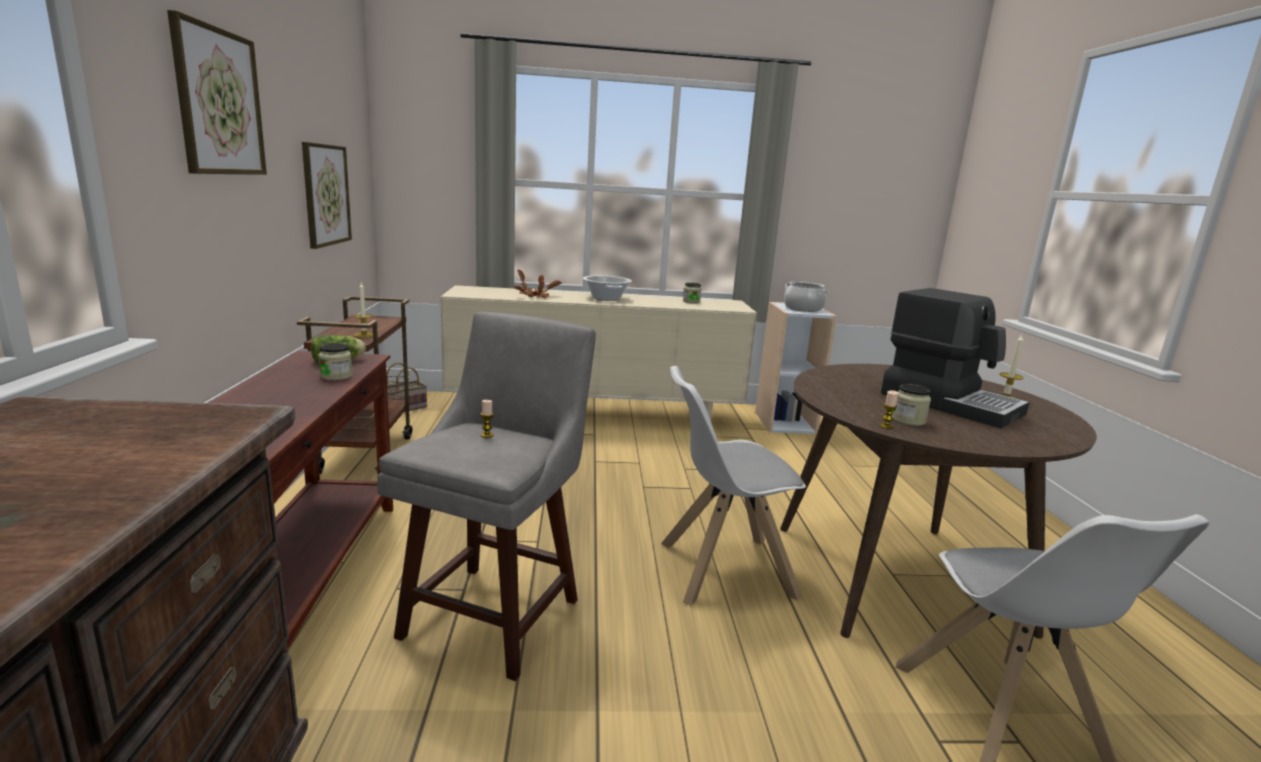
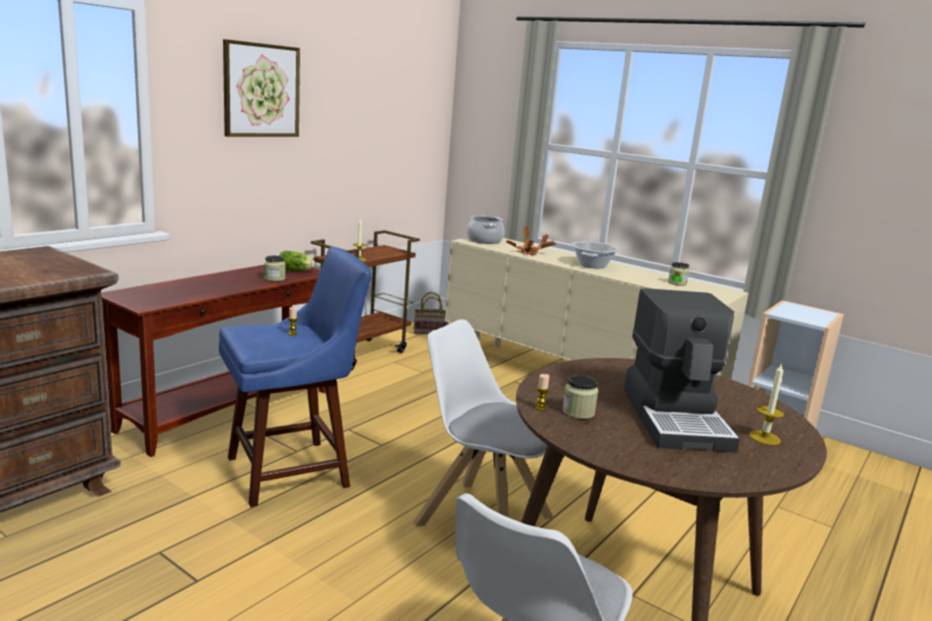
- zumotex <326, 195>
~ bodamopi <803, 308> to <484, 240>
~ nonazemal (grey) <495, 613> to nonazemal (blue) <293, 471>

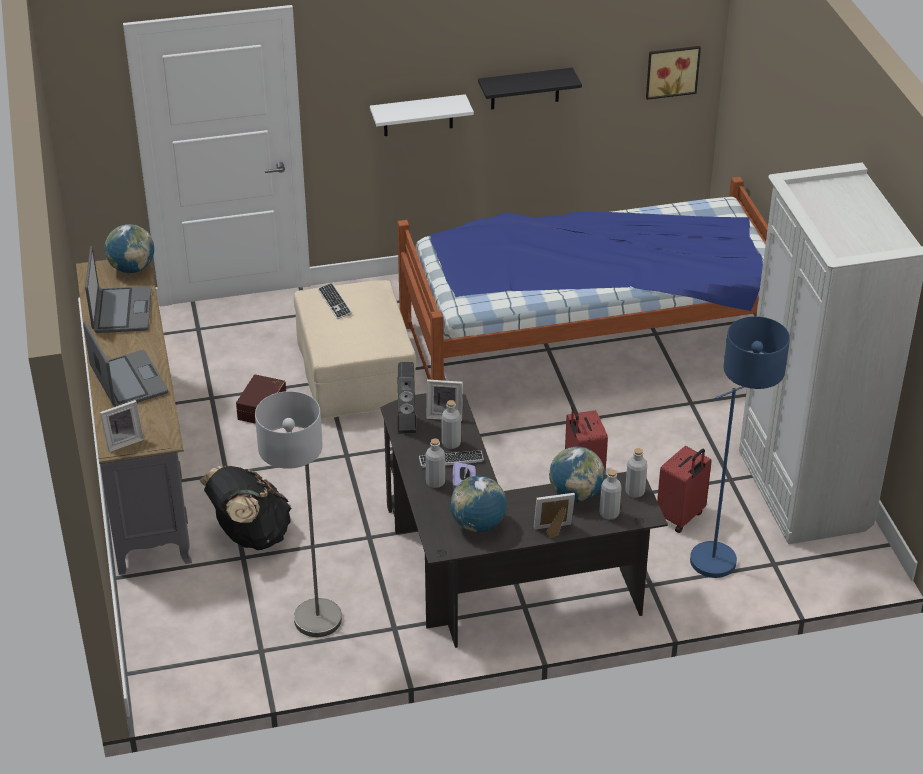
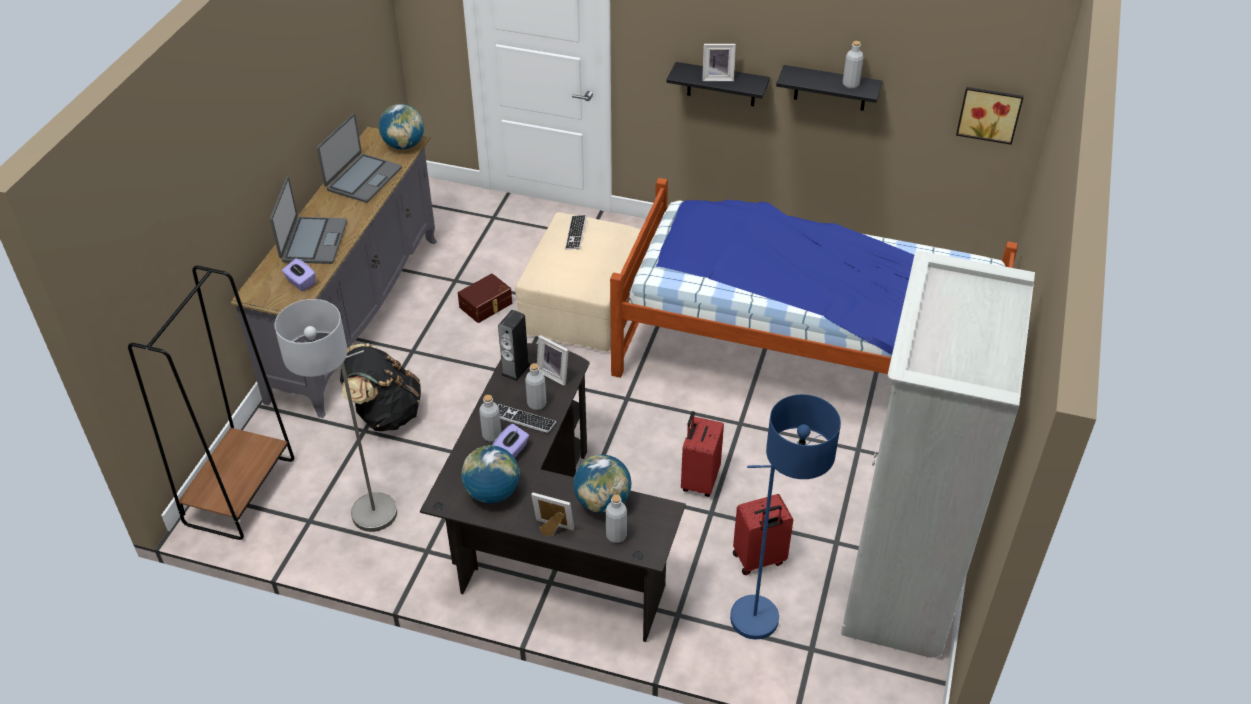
~ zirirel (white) <418, 115> to zirirel (black) <721, 84>
~ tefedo <123, 441> to <717, 77>
~ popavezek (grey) <635, 492> to <850, 84>
+ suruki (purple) <300, 282>
+ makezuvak <240, 493>

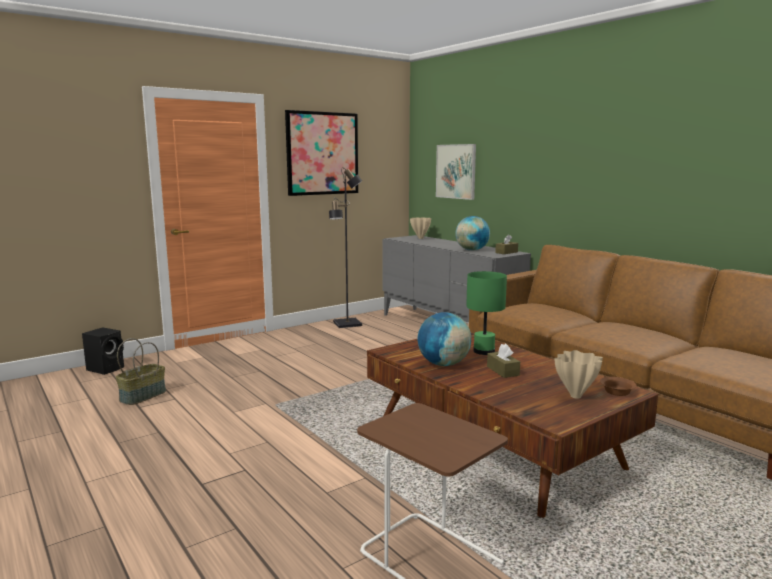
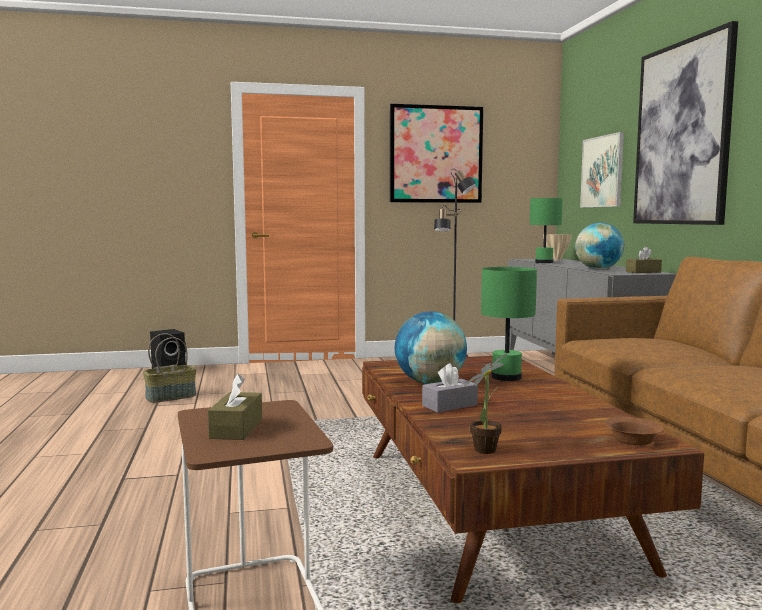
~ suruki (brown) <502, 371> to <236, 428>
- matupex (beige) <576, 396>
+ zumotex <682, 134>
+ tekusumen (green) <544, 262>
+ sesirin <488, 449>
+ suruki (grey) <449, 405>

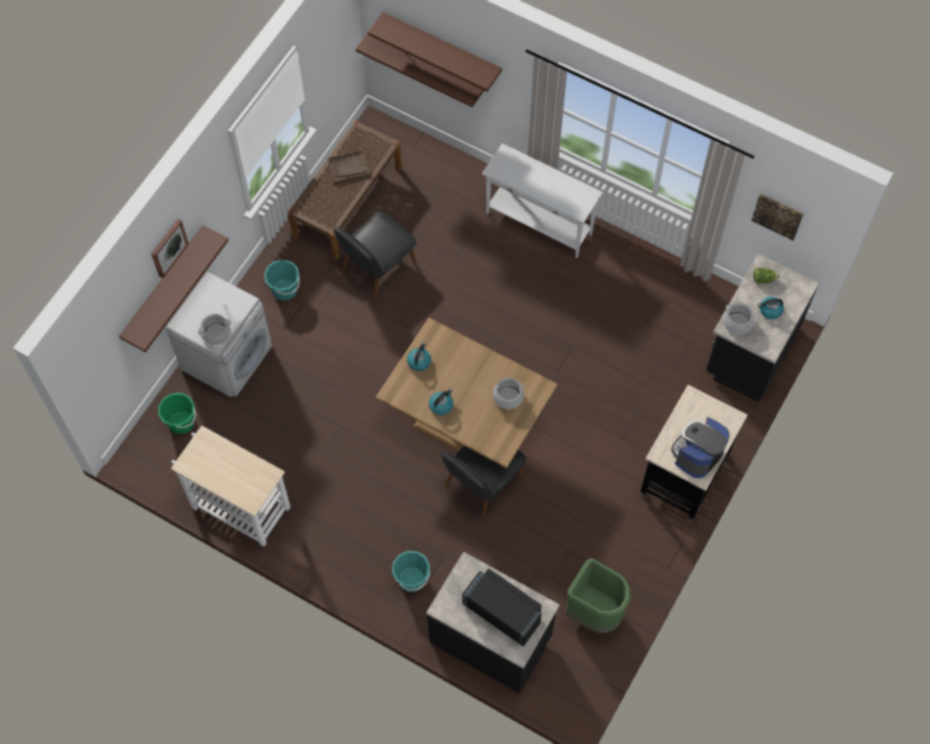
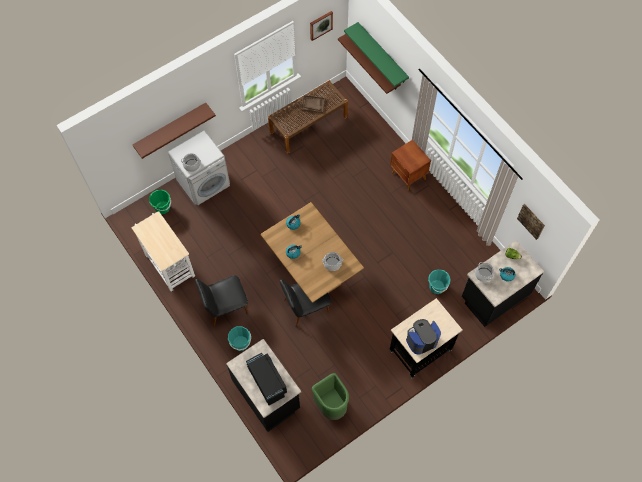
~ zirirel (brown) <442, 47> to zirirel (green) <382, 53>
~ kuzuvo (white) <540, 223> to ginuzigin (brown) <408, 176>
~ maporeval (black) <378, 266> to <225, 306>
~ zumotex <168, 247> to <320, 25>
~ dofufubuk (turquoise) <285, 290> to <437, 287>

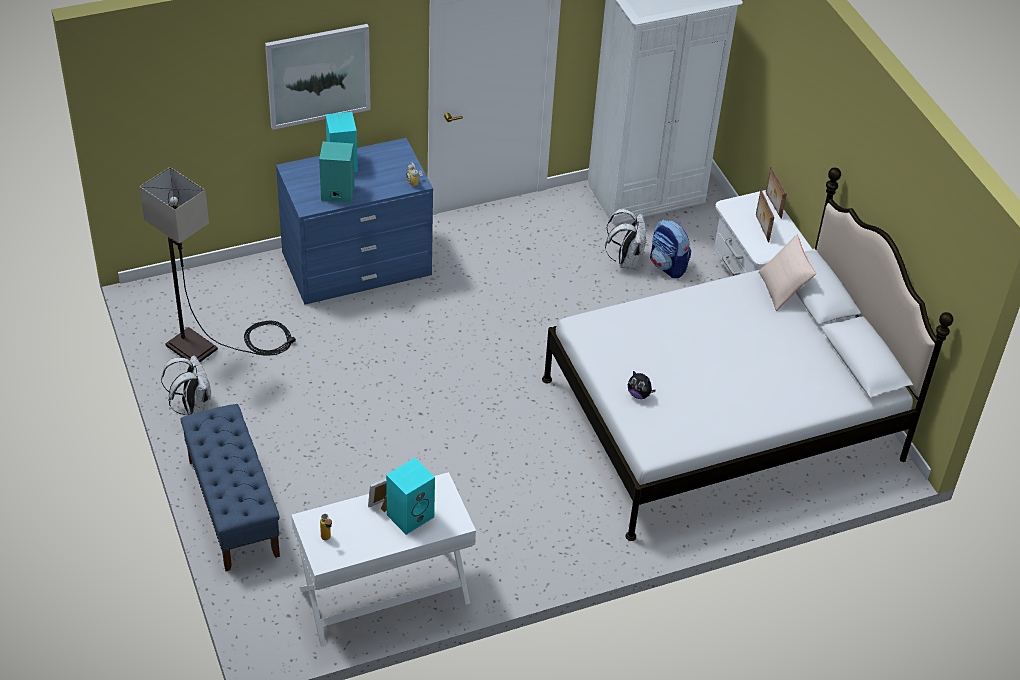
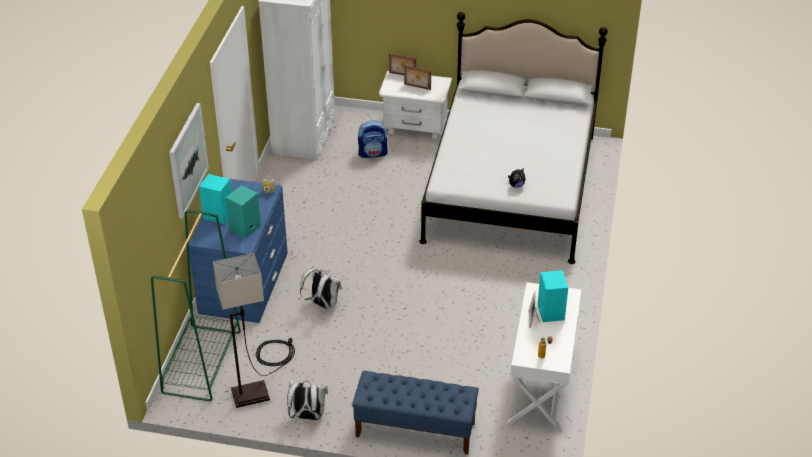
~ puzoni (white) <626, 260> to <322, 304>
- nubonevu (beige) <783, 289>
+ makezuvak (green) <201, 363>

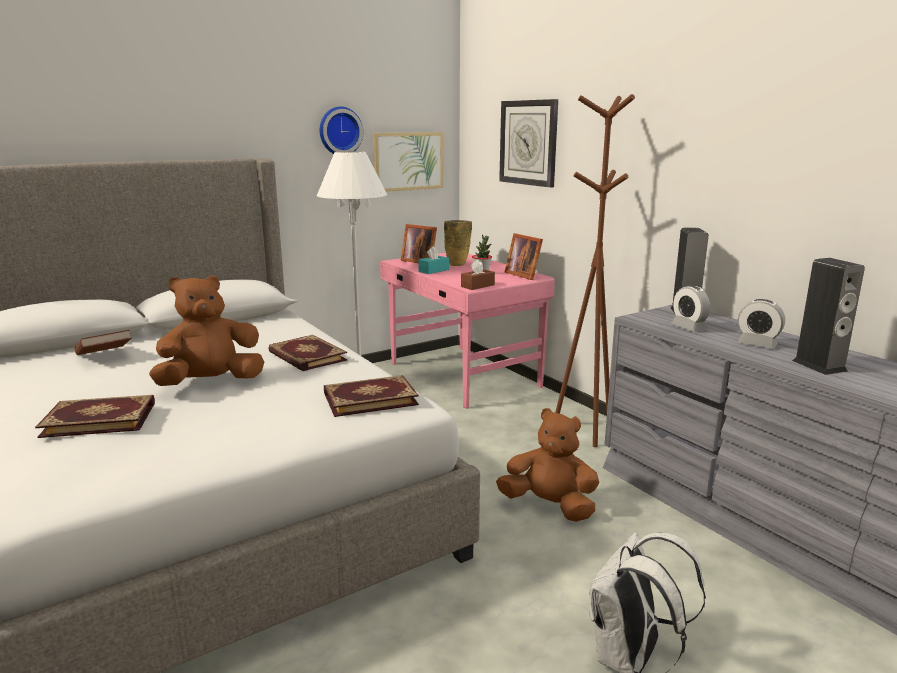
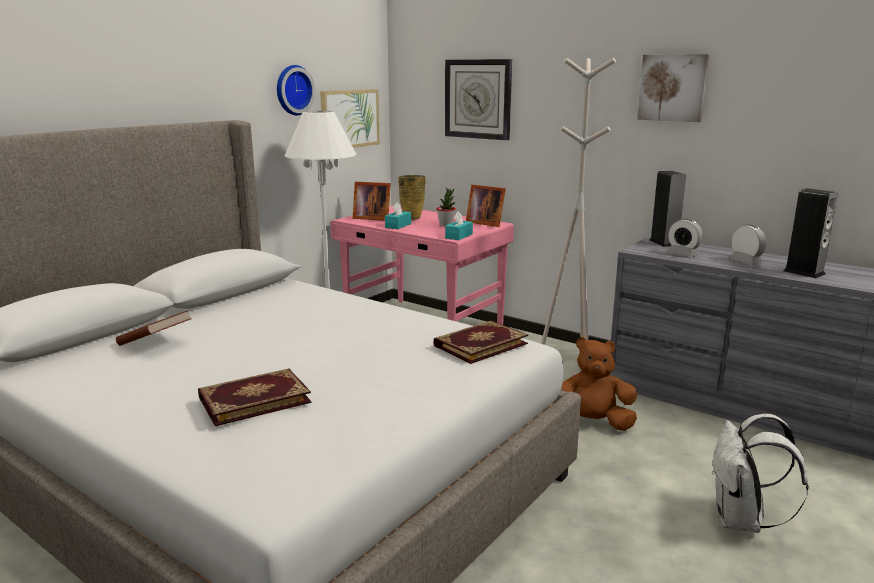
~ makezuvak (brown) <586, 431> to makezuvak (grey) <570, 358>
~ suruki (brown) <477, 286> to suruki (turquoise) <459, 236>
- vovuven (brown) <211, 382>
~ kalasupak <757, 344> = <745, 261> 135 degrees counterclockwise
- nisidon <306, 356>
+ zumotex <673, 88>

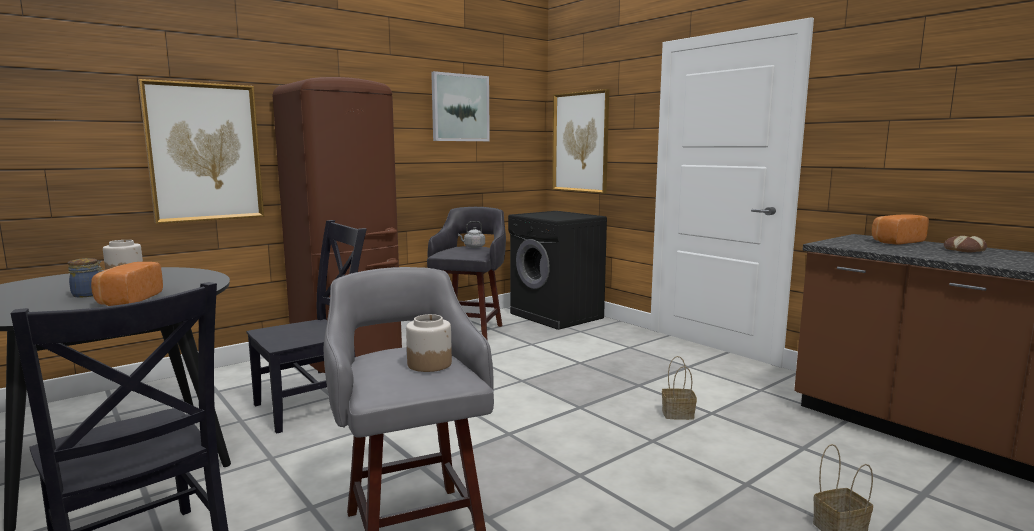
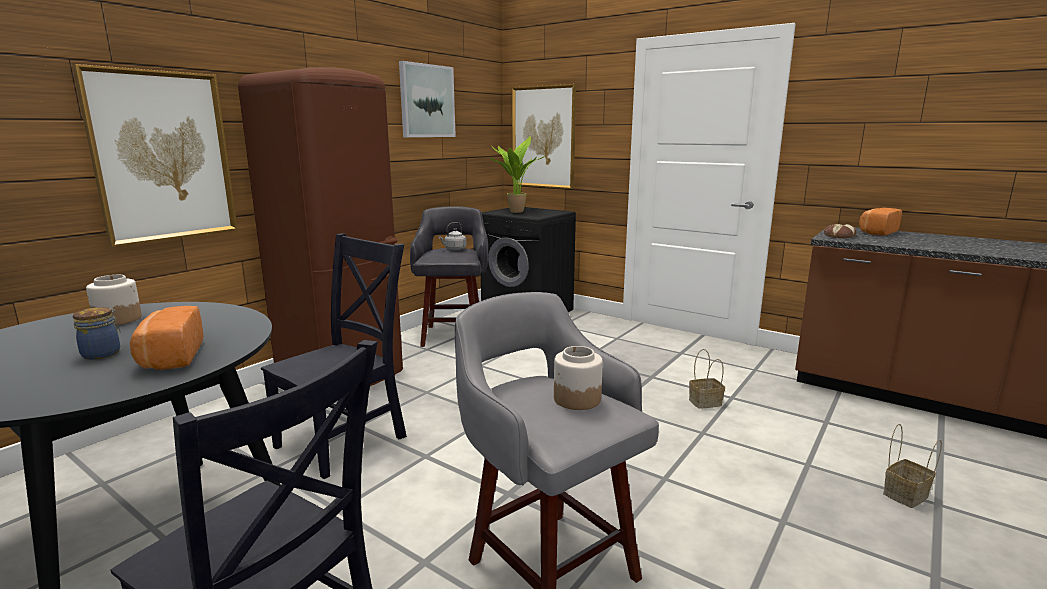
~ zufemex <963, 250> to <838, 236>
+ sesirin <515, 212>

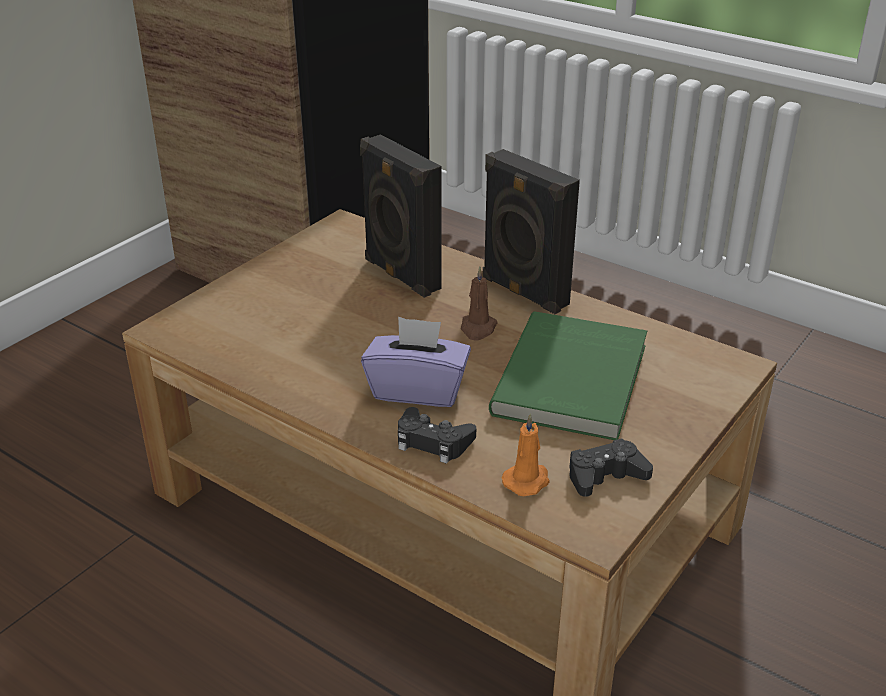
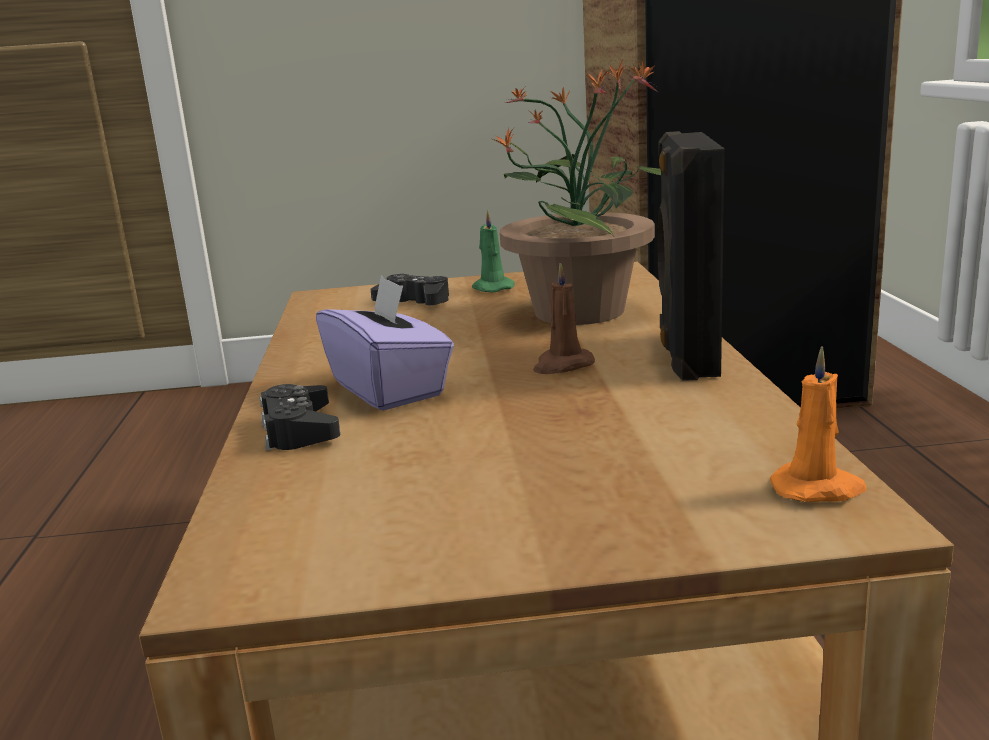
~ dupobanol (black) <400, 275> to sesirin <581, 311>
- nisidon (green) <574, 380>
~ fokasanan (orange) <527, 480> to <818, 489>
~ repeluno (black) <605, 475> to <414, 301>
+ fokasanan (green) <491, 288>

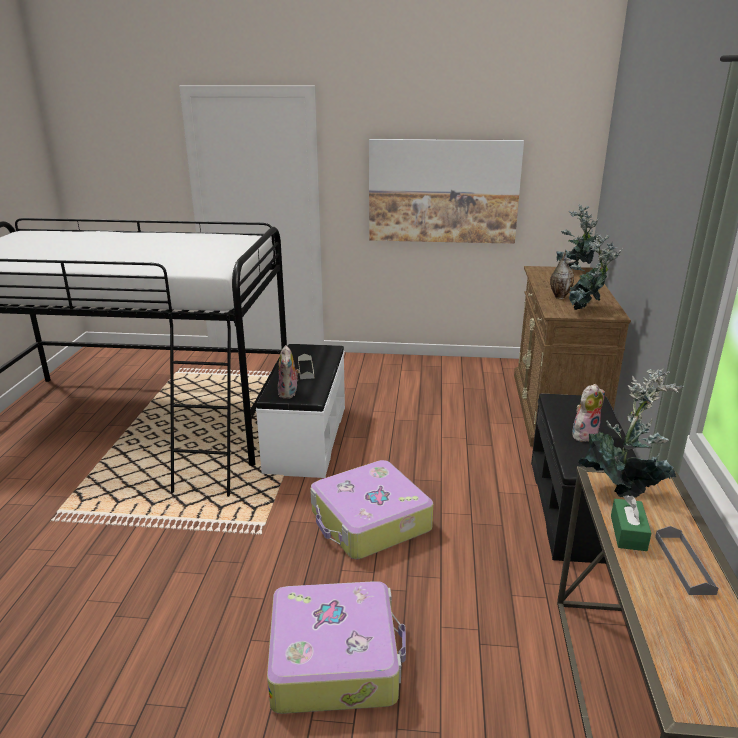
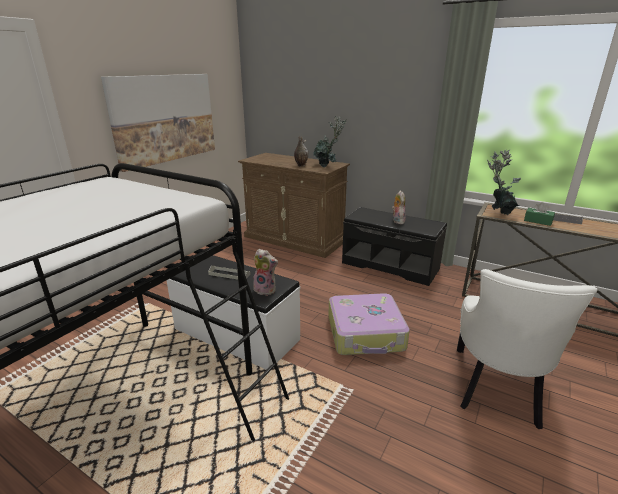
- sesirin <574, 271>
~ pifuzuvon <335, 658> to maporeval (white) <496, 384>

